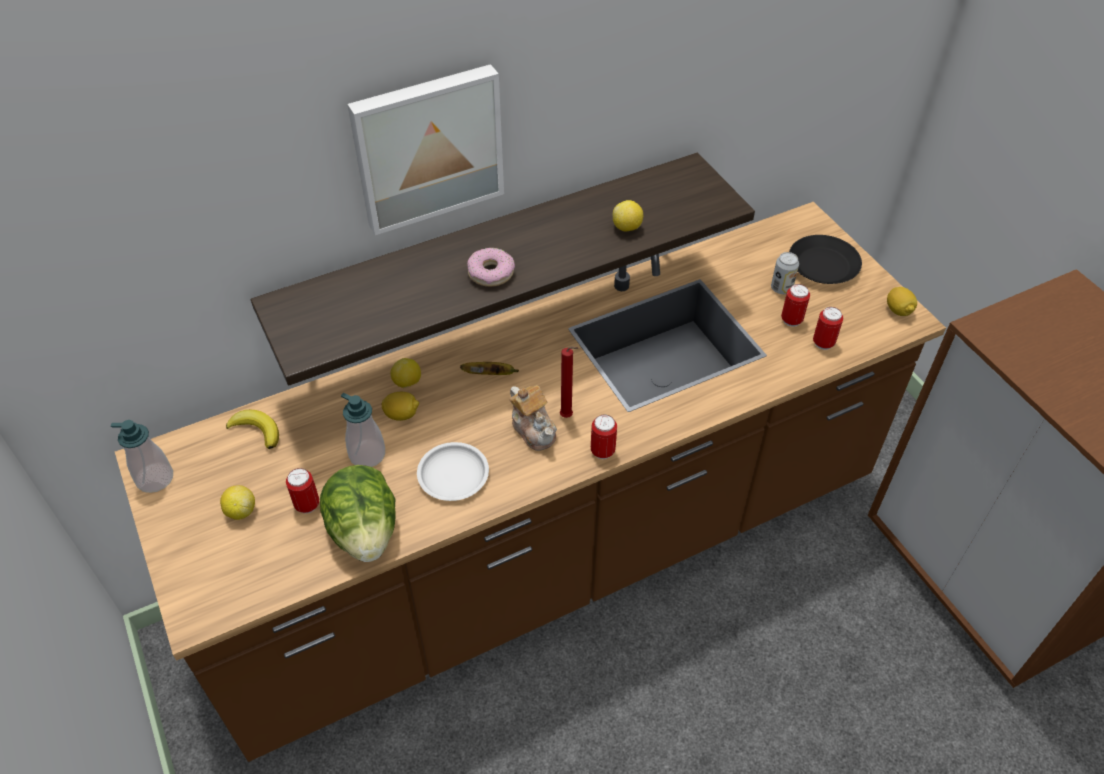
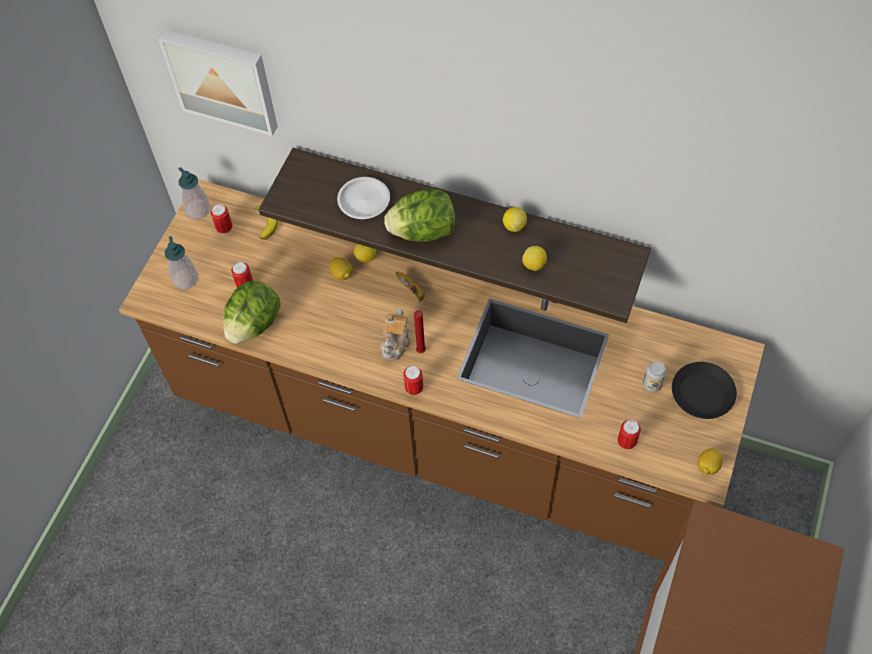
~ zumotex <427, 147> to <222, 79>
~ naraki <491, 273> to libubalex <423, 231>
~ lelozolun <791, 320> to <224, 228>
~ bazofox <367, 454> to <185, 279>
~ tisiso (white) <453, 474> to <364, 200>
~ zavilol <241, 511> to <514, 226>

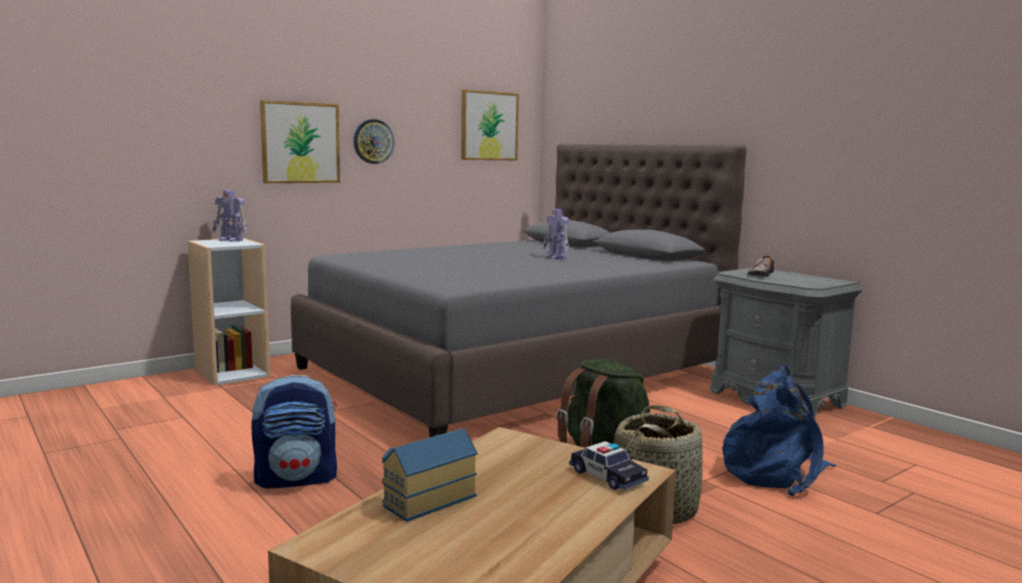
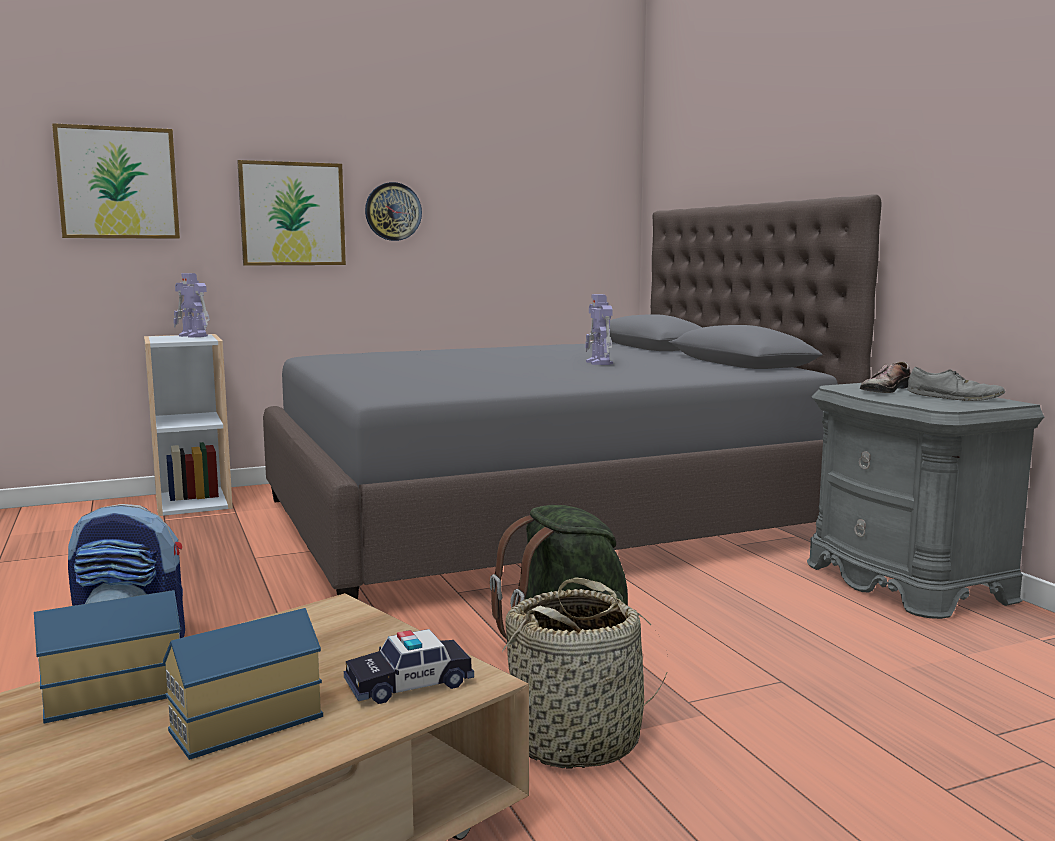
~ zumotex <489, 126> to <118, 183>
- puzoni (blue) <775, 472>
~ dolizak <607, 476> = <409, 684> 90 degrees clockwise
+ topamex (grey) <954, 398>
+ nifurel <242, 720>

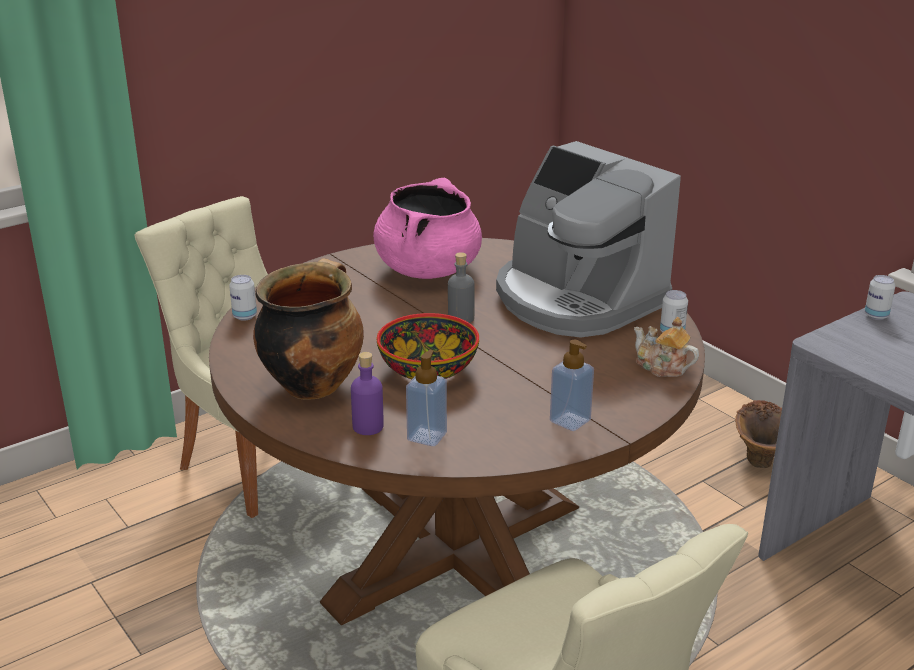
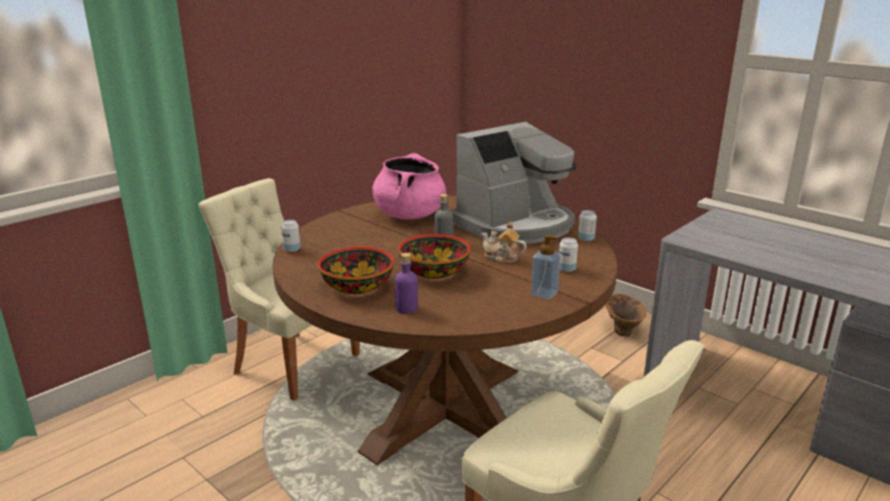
~ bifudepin <576, 299> = <515, 225> 75 degrees counterclockwise
~ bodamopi <312, 384> to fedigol <356, 286>
~ lelozolun <876, 316> to <566, 269>
~ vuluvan <661, 367> to <502, 258>
- bazofox <427, 436>

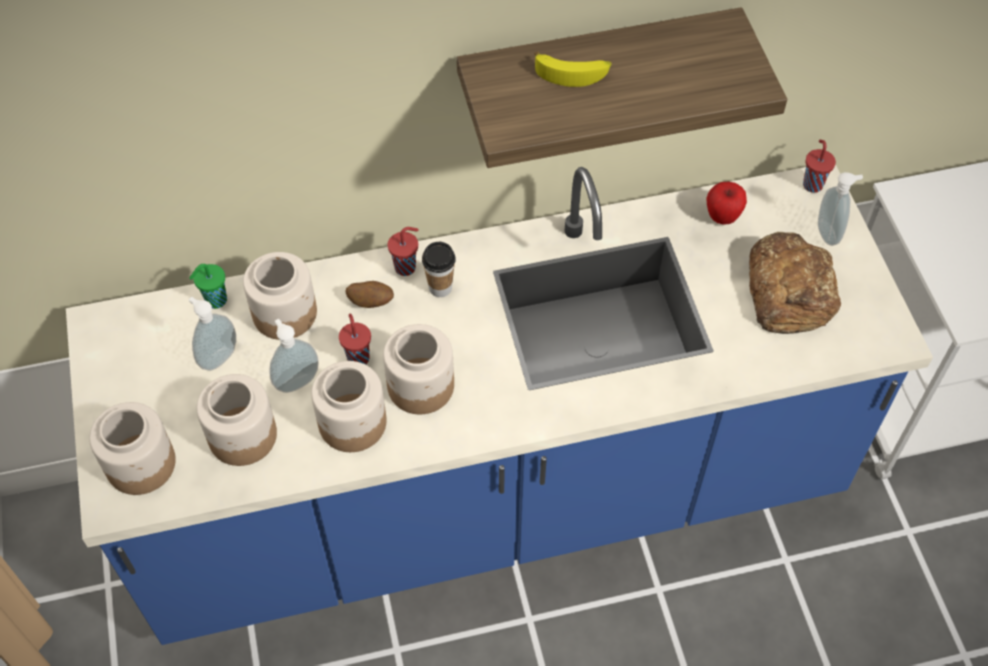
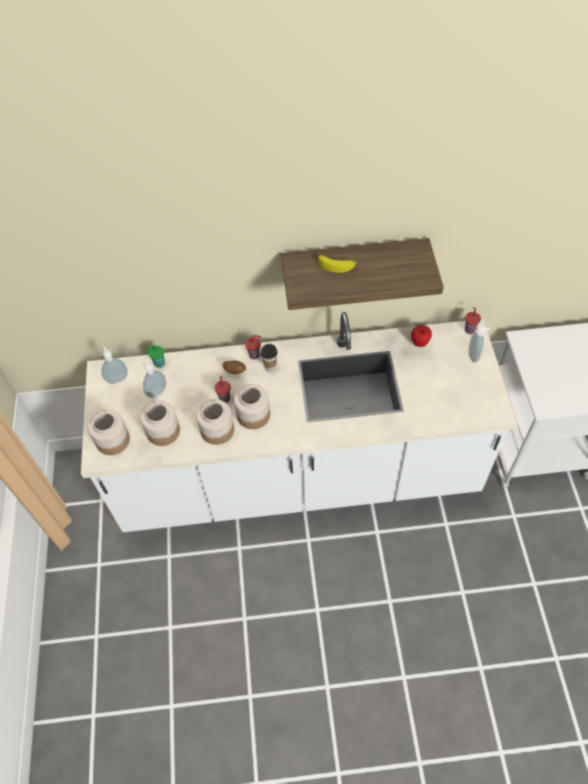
~ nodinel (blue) <494, 497> to nodinel (white) <298, 476>
- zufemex <789, 290>
- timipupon <284, 312>
~ bazofox <296, 380> to <117, 378>

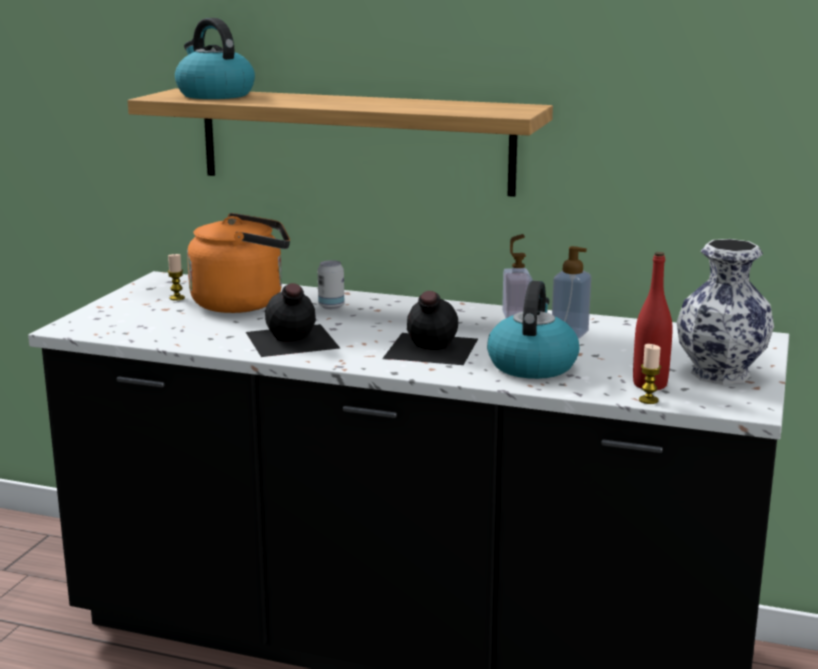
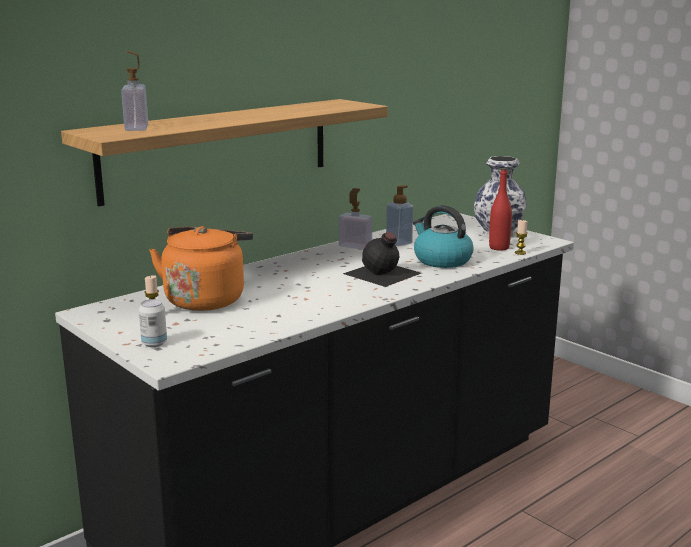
~ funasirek <214, 95> to bazofox <136, 128>
~ lelozolun <331, 306> to <154, 343>
- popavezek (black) <290, 340>

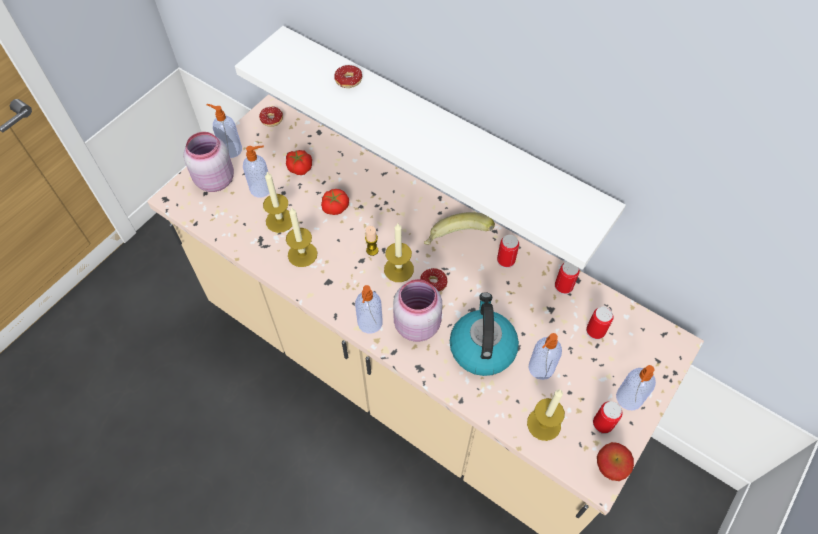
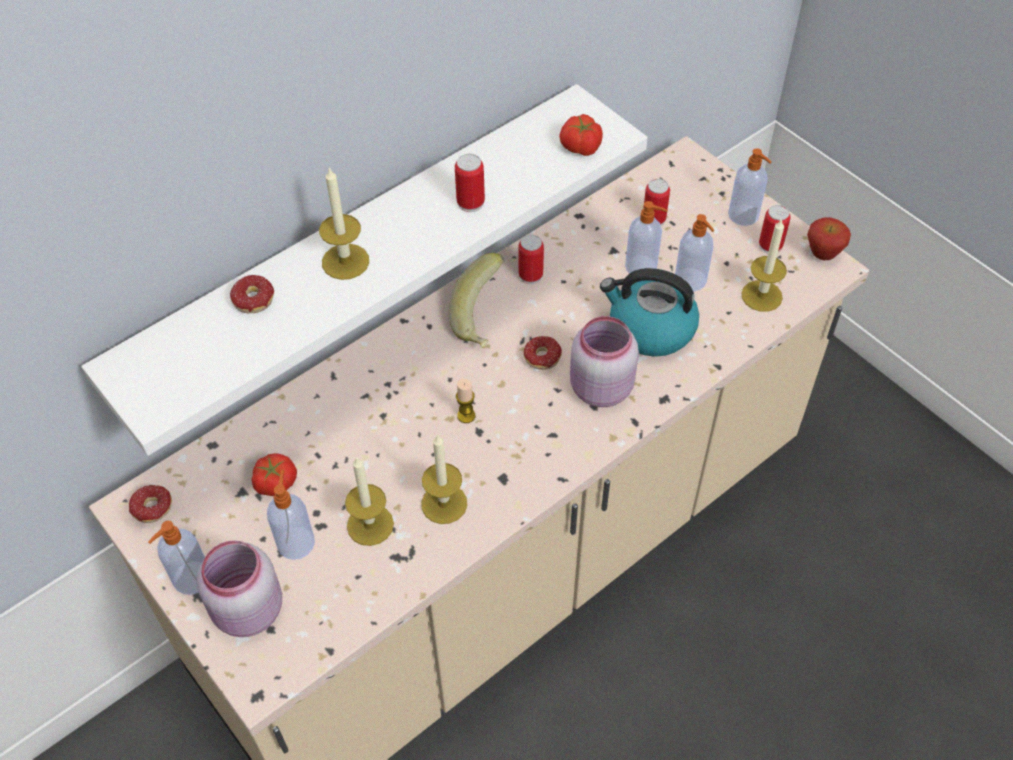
~ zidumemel <335, 207> to <580, 147>
~ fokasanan <398, 269> to <345, 261>
~ lelozolun <563, 287> to <470, 202>
~ bazofox <369, 323> to <642, 267>

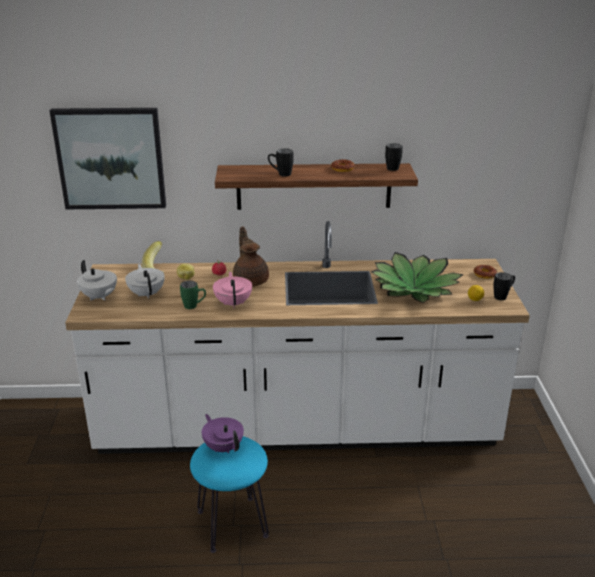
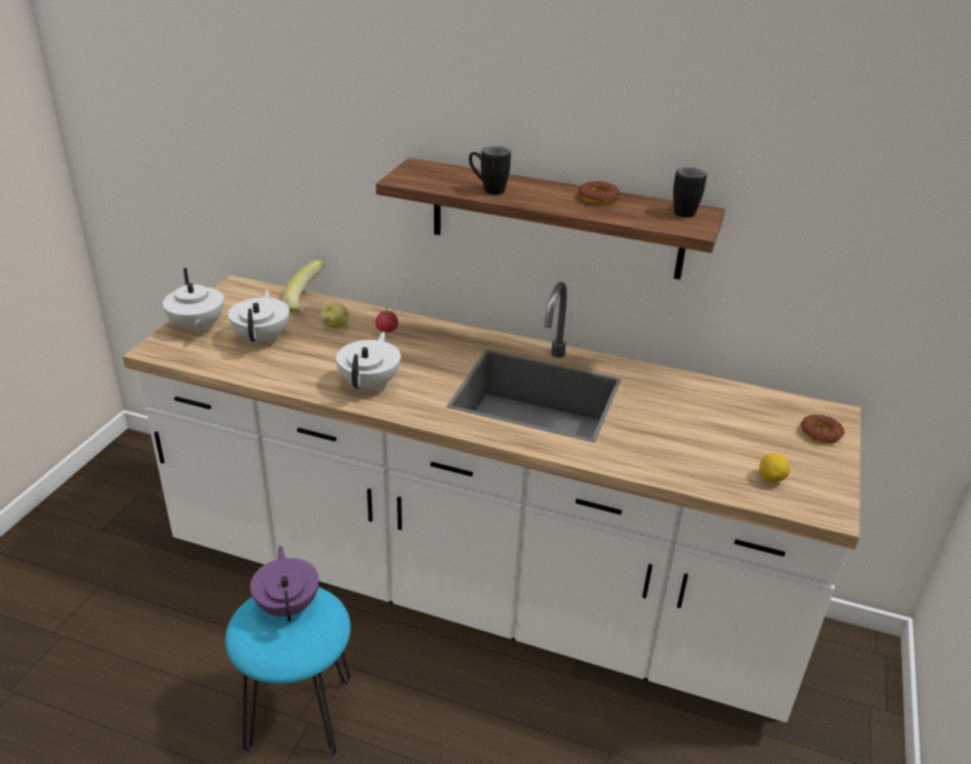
- zumotex <111, 158>
- vuluvan (brown) <251, 280>
- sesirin <414, 288>
~ vuluvan (pink) <233, 303> to vuluvan (white) <370, 383>
- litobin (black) <503, 296>
- litobin (green) <194, 306>

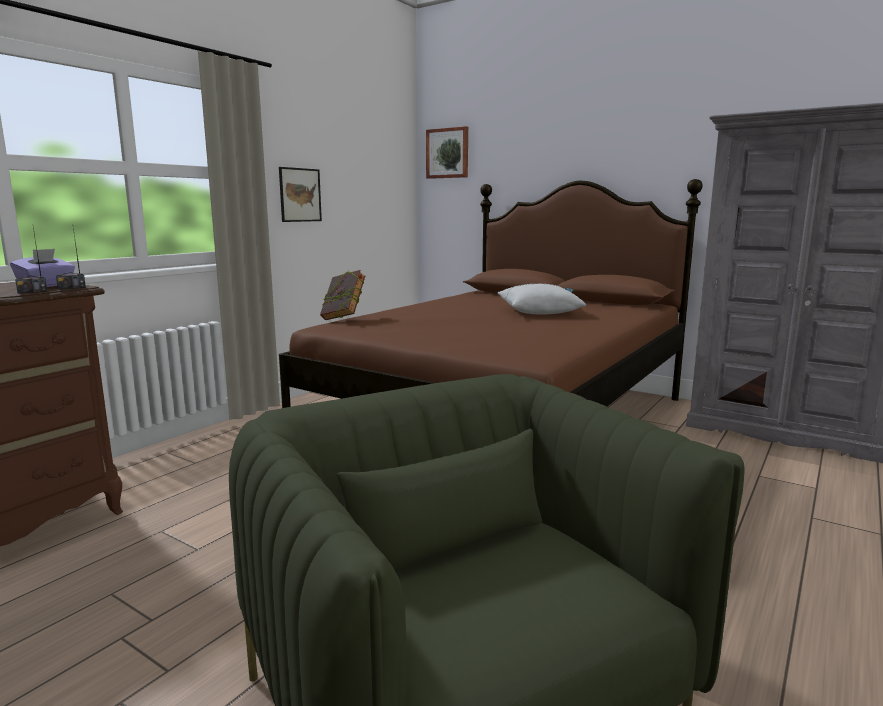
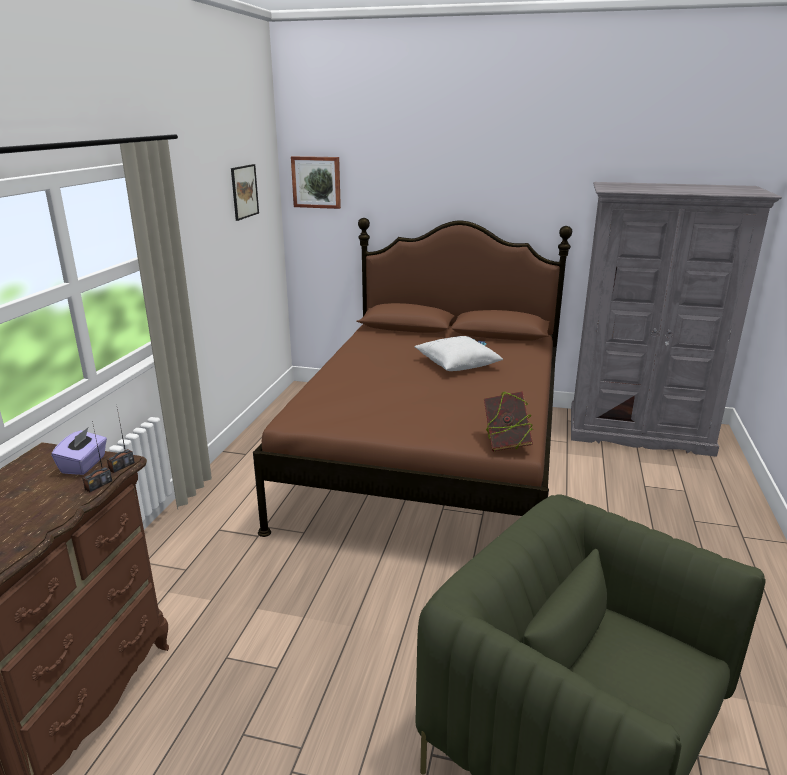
~ zumotex <300, 195> to <244, 191>
~ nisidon <343, 319> to <506, 444>

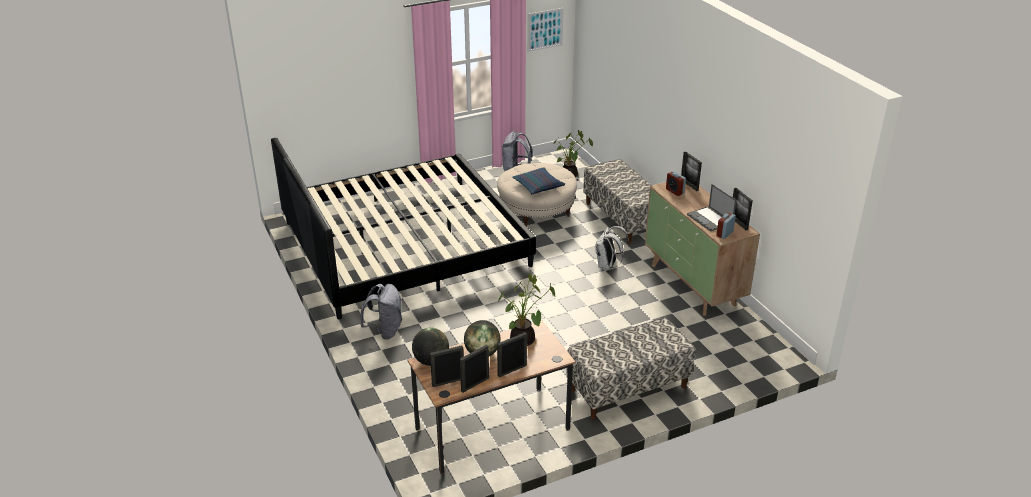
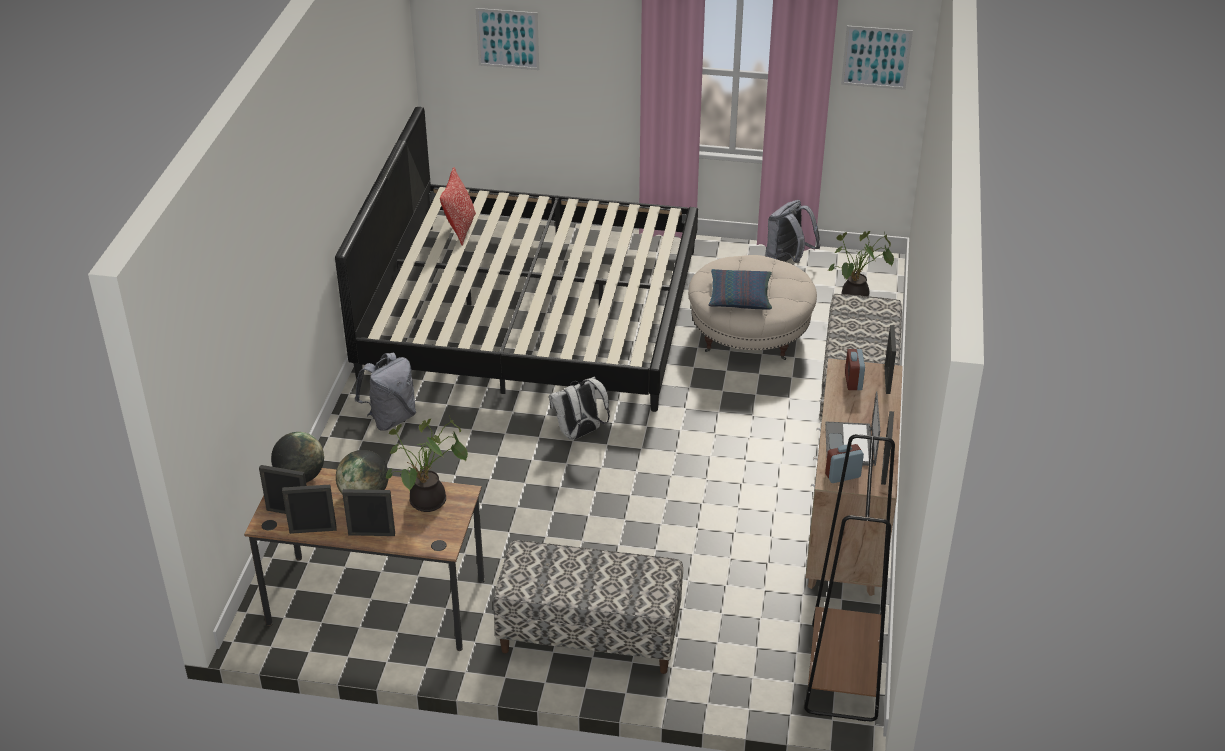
~ puzoni (white) <608, 265> to <579, 433>
+ zumotex <507, 39>
+ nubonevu <460, 228>
+ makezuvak <843, 674>

